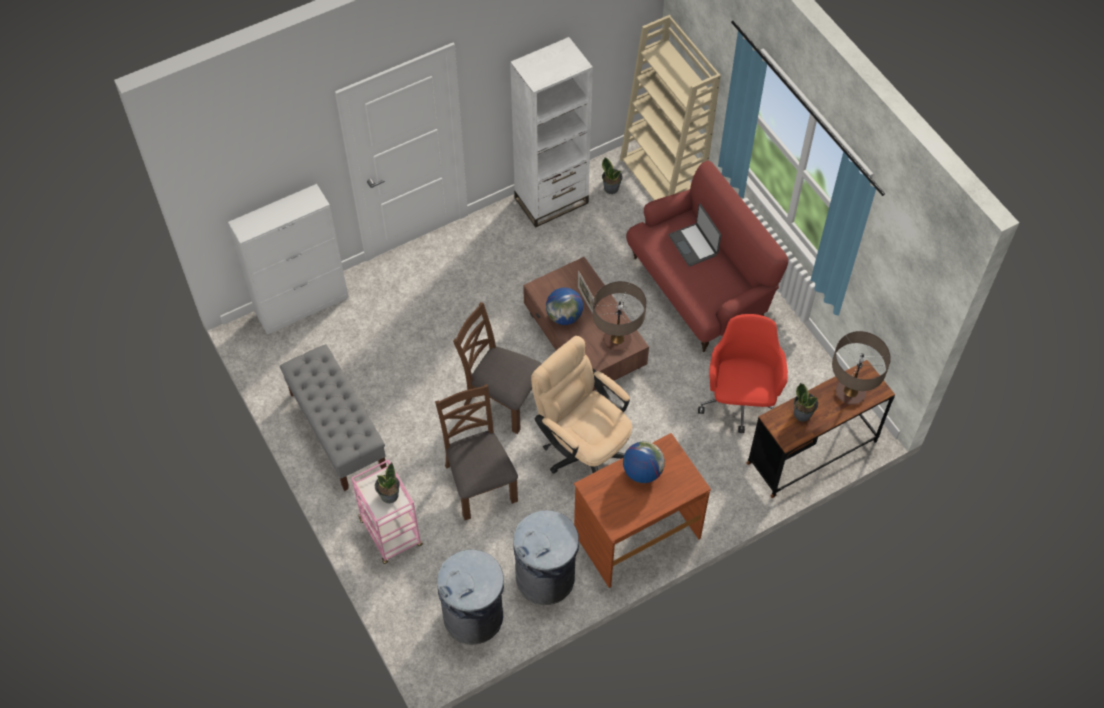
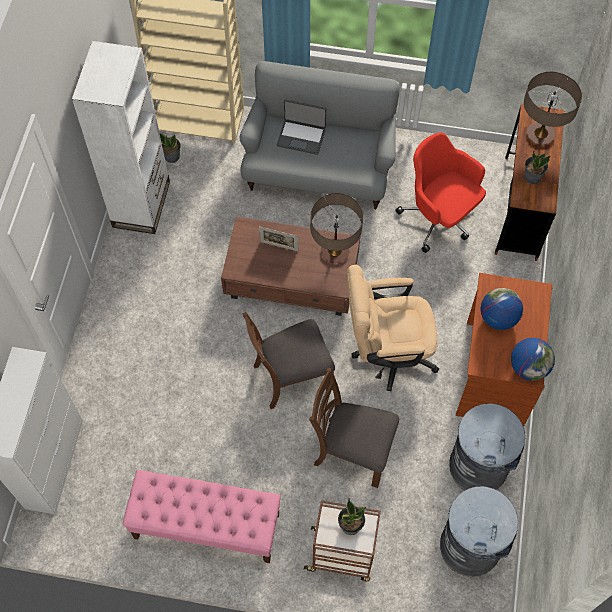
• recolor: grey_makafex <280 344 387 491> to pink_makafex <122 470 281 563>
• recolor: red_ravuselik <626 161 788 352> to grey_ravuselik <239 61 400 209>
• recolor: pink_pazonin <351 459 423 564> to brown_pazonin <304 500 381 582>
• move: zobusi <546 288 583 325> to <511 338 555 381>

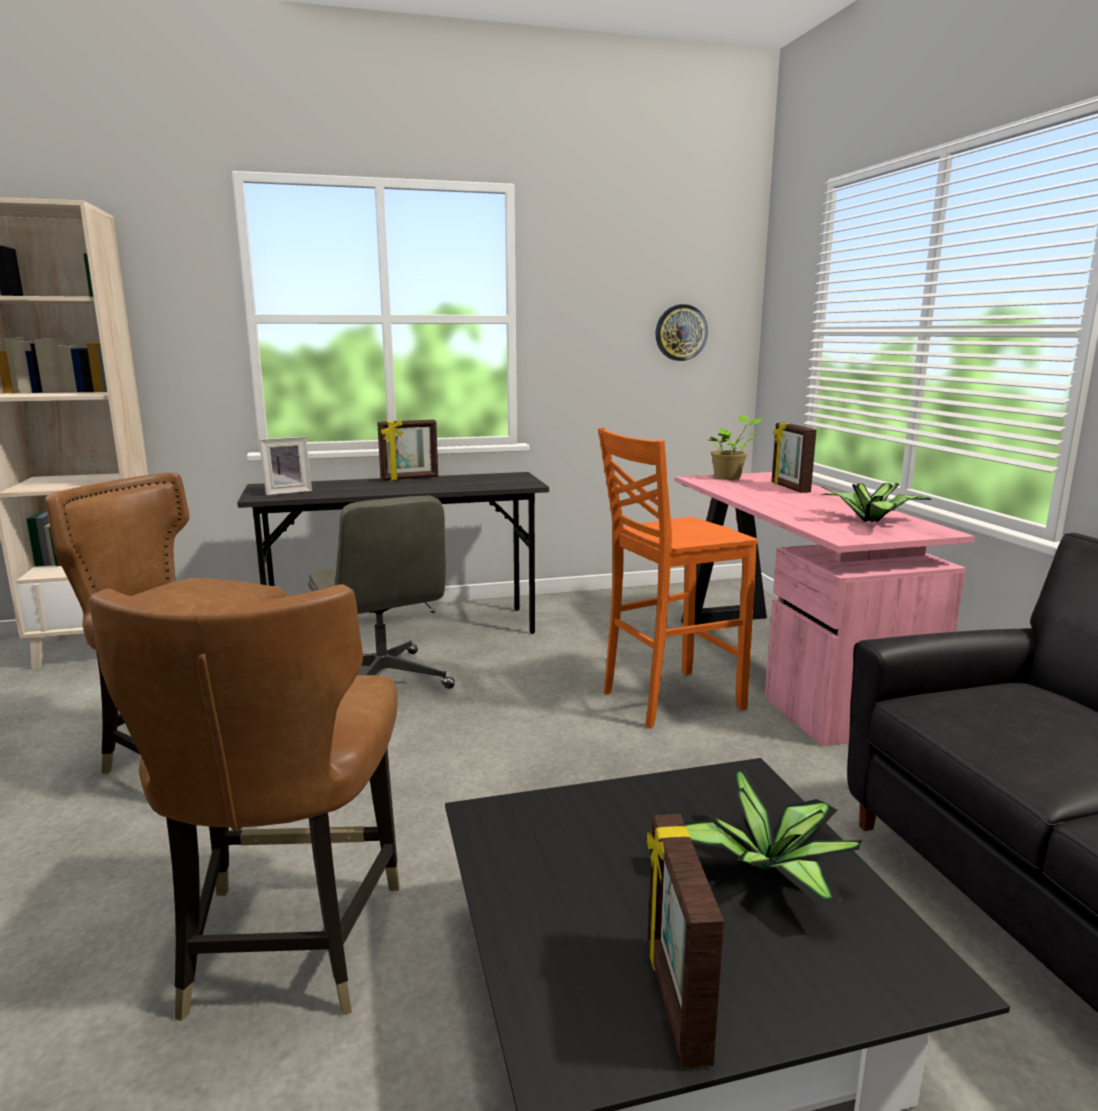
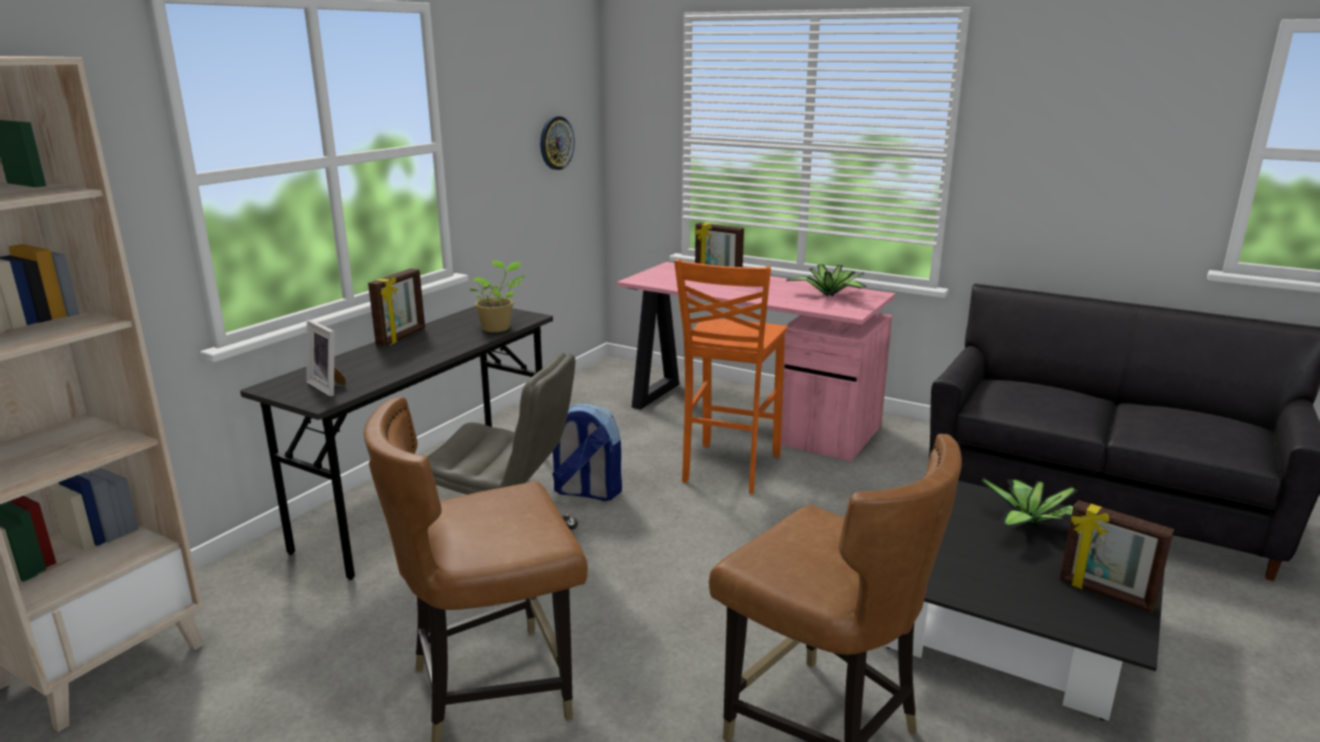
• rotate: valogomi <259 436 312 496> = <306 320 346 396> 120 degrees clockwise
• move: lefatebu <708 415 762 480> to <469 260 526 332>
• insert: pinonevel <552 403 622 501>

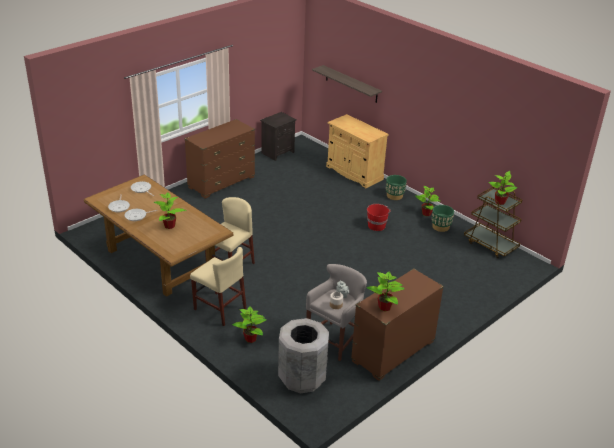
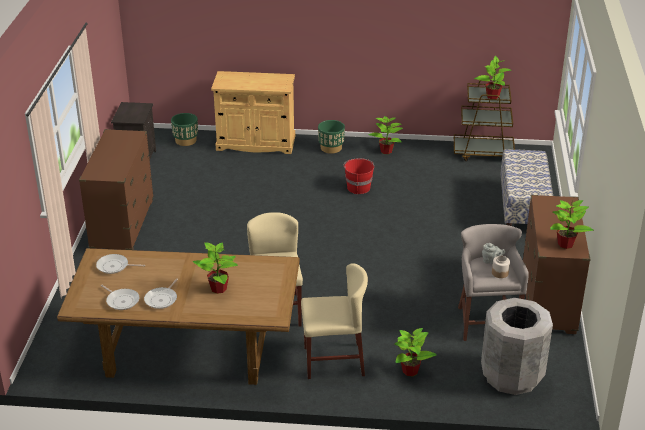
• move: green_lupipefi <432 205 454 232> to <171 113 198 146>
• insert: makafex <500 149 553 226>
• delete: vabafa <312 65 382 103>

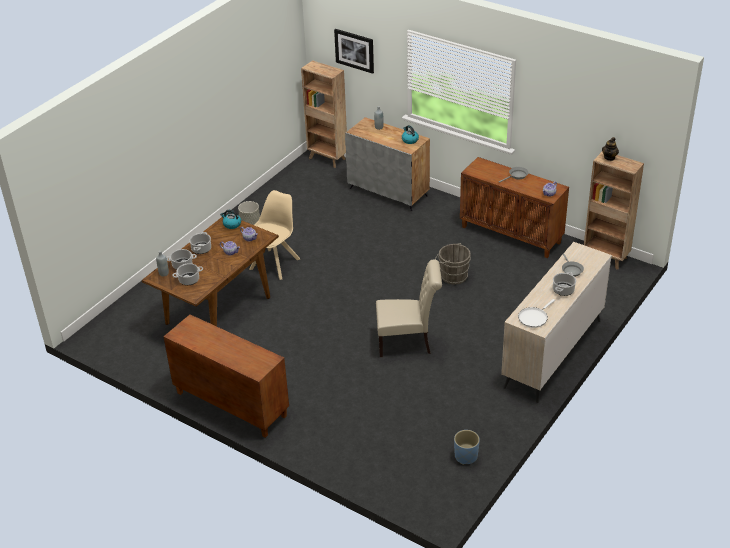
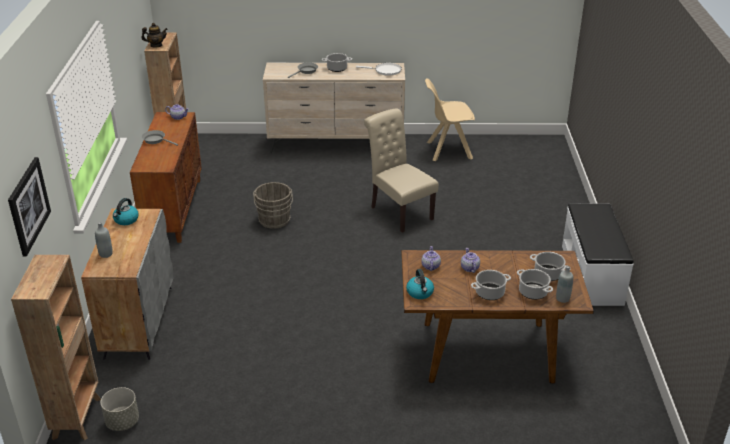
• move: grey_lupipefi <238 201 260 225> to <100 387 139 431>
• move: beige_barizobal <249 190 300 280> to <425 78 475 161>
• replace: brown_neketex <163 314 289 438> to white_makafex <562 203 634 306>
• delete: blue_lupipefi <454 430 480 465>

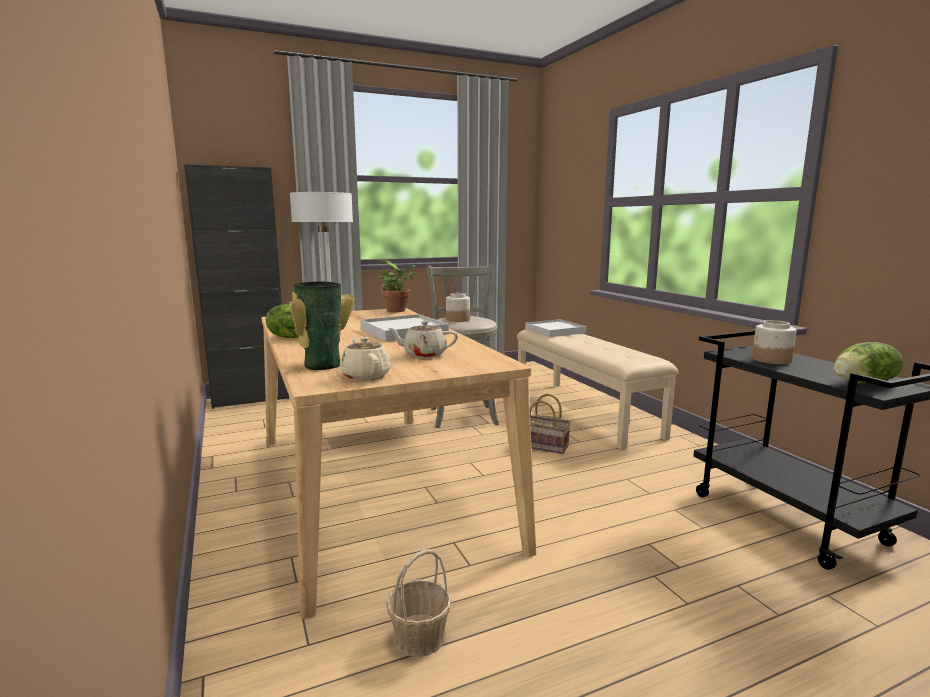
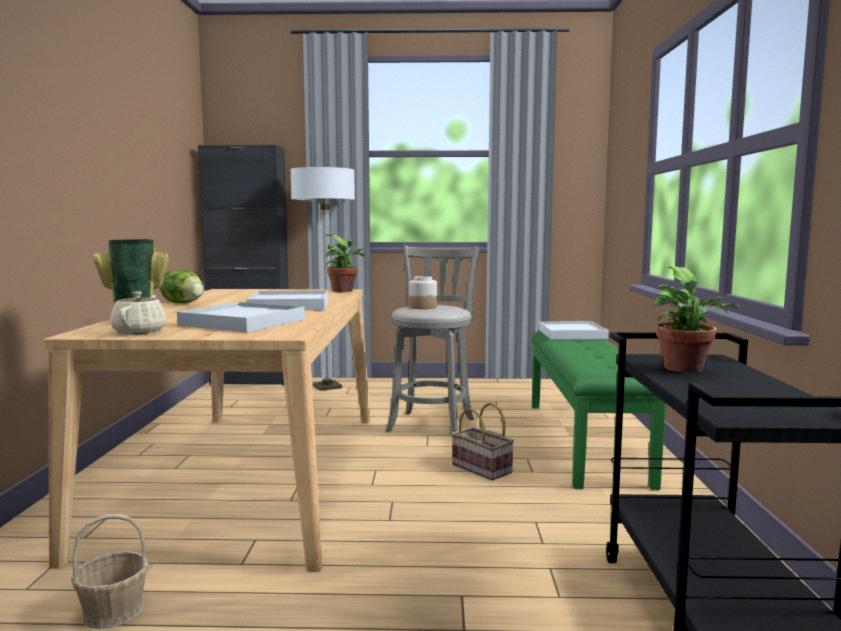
• replace: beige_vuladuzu <387 321 458 358> to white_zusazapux <177 302 305 332>
• recolor: beige_makafex <517 330 679 449> to green_makafex <531 331 666 490>
• replace: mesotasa <752 320 797 364> to lefatebu <653 266 740 373>
• delete: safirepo <834 342 903 384>

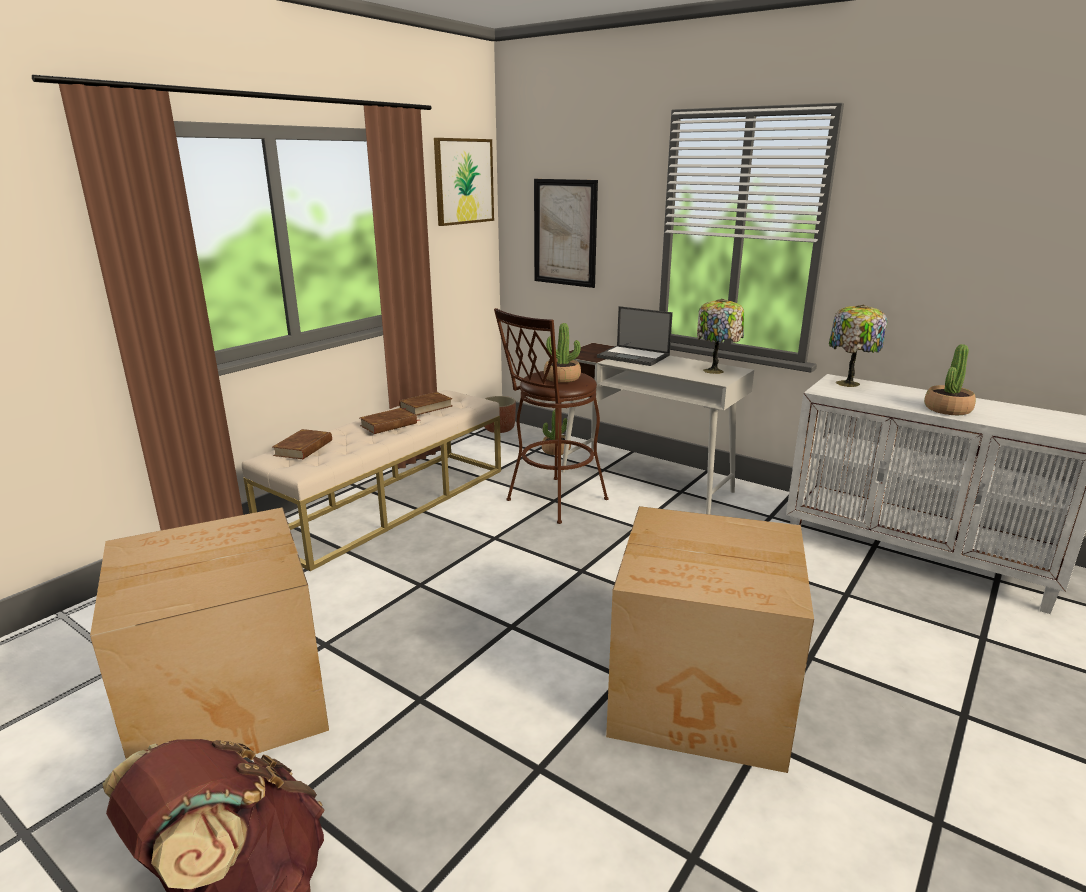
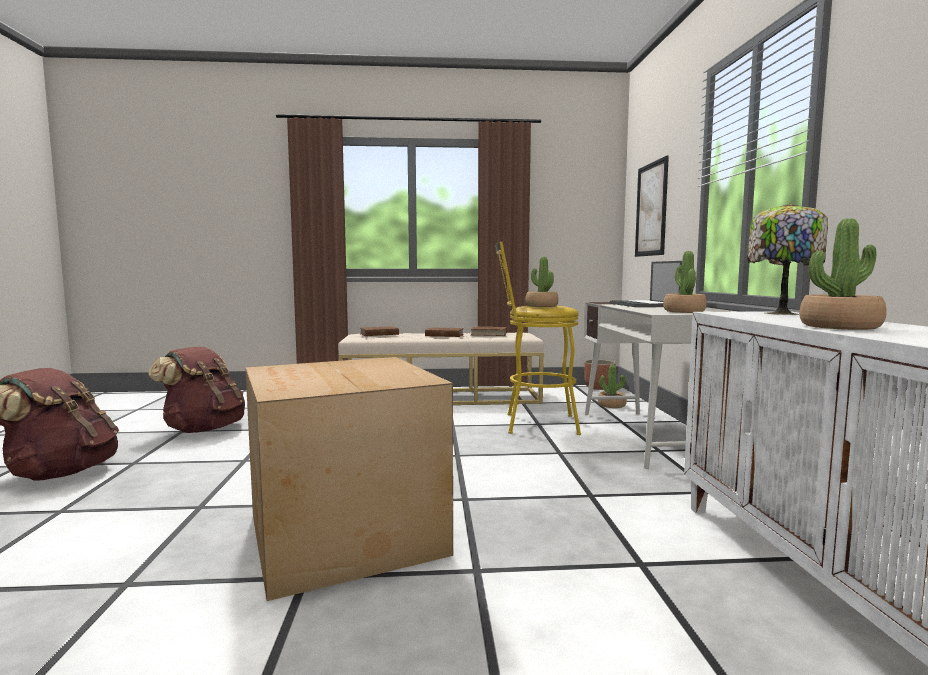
• replace: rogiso <90 507 329 759> to brown_pinonevel <148 347 245 433>
• recolor: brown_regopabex <494 308 609 524> to yellow_regopabex <495 242 581 435>
• replace: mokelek <697 299 744 374> to lefatebu <663 251 707 313>
• delete: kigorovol <434 138 494 226>

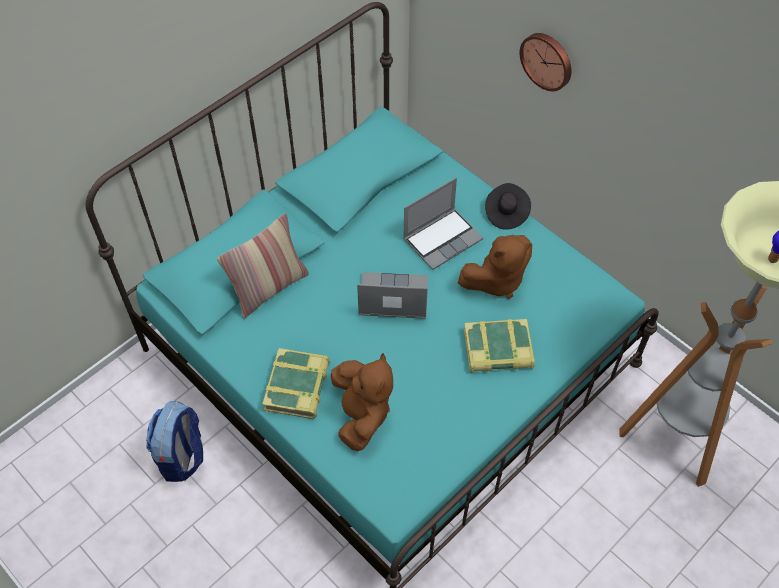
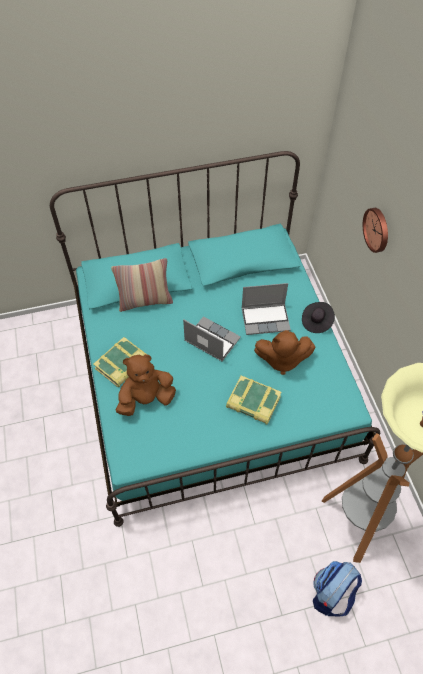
• rotate: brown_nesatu <331 353 393 451> = <116 354 176 416> 135 degrees counterclockwise
• move: pinonevel <146 400 203 482> to <313 561 362 617>

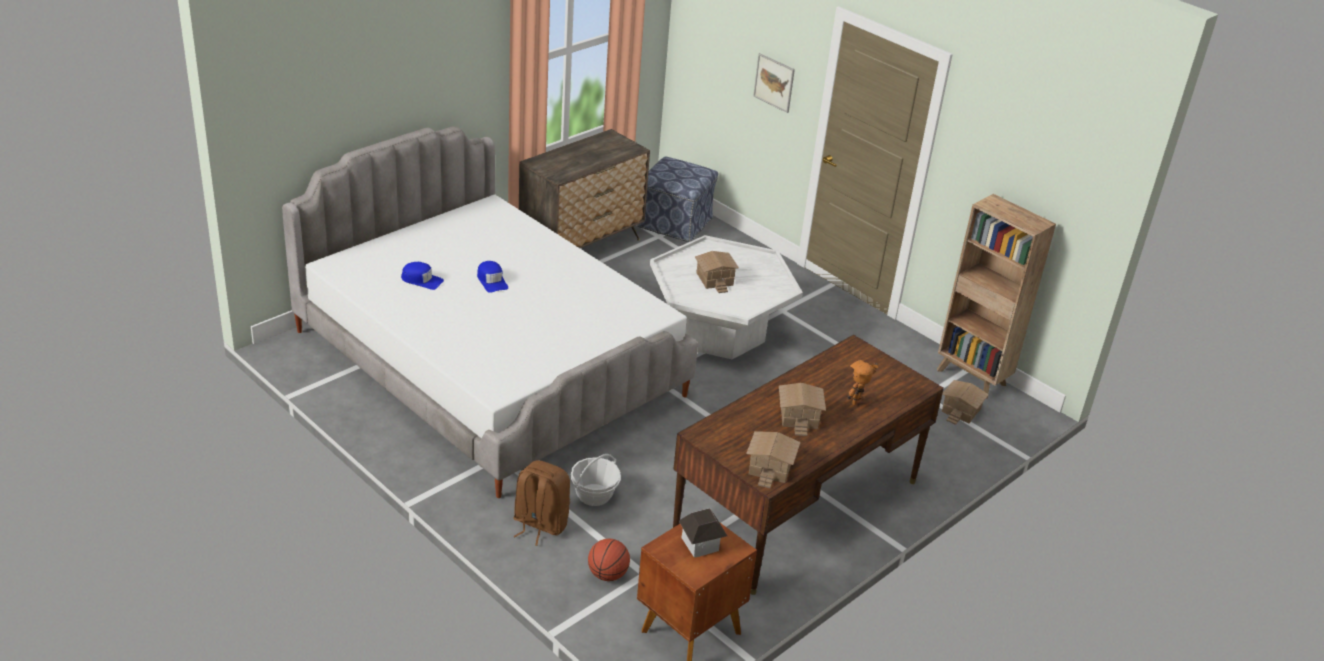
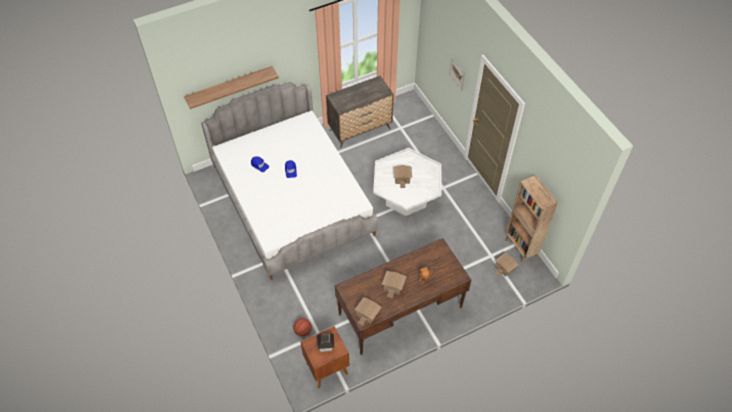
• insert: vabafa <184 66 279 109>
• delete: brown_pinonevel <513 460 570 546>
• delete: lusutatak <571 454 621 506>
• delete: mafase <637 157 718 242>

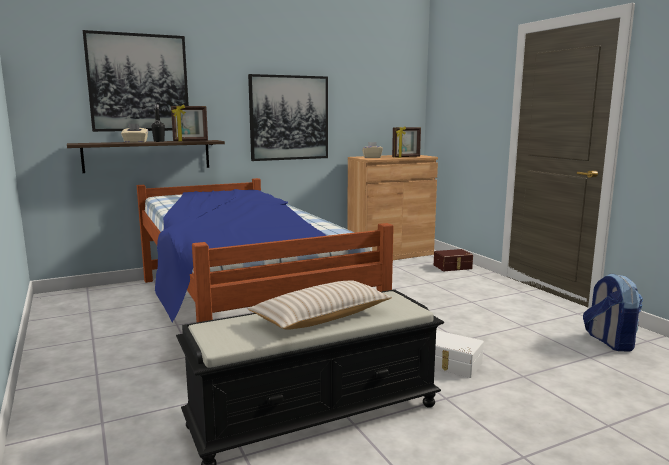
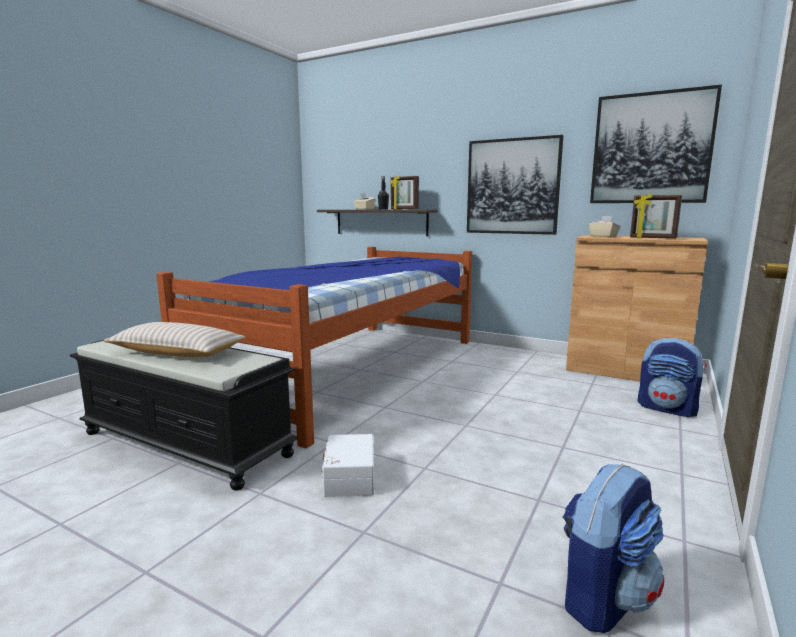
• move: kigorovol <83 30 189 132> to <590 85 722 203>
• replace: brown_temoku <434 249 473 271> to pinonevel <638 338 707 417>

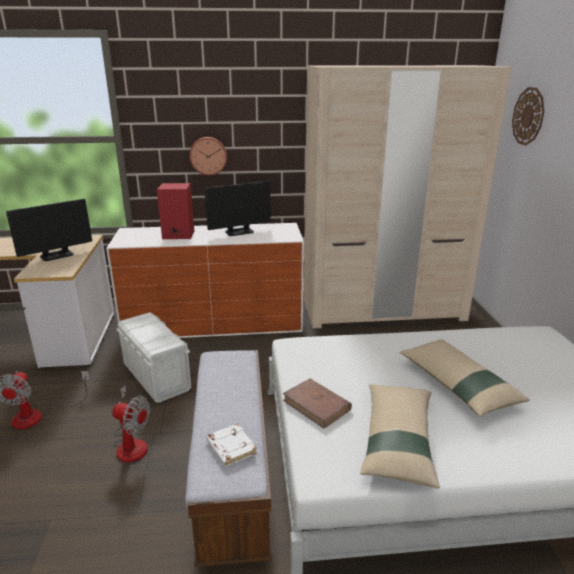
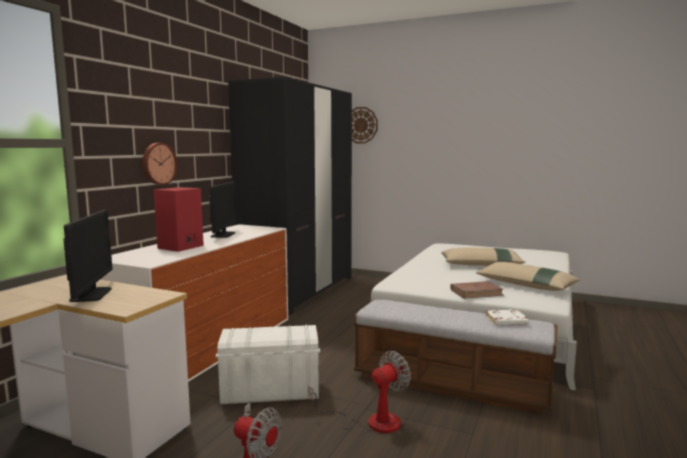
• recolor: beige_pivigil <304 65 511 329> to black_pivigil <228 77 352 315>

